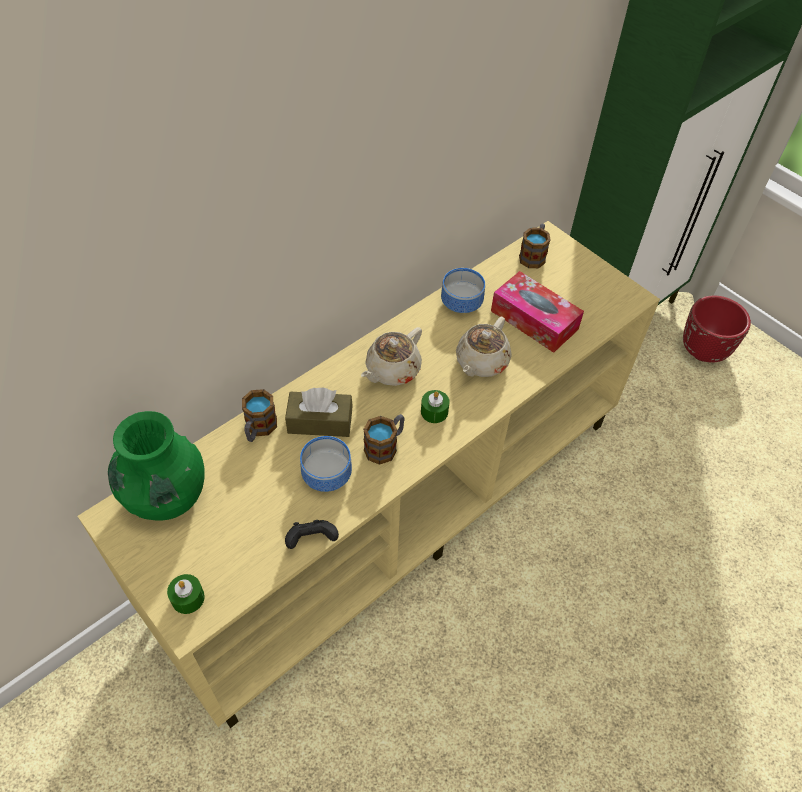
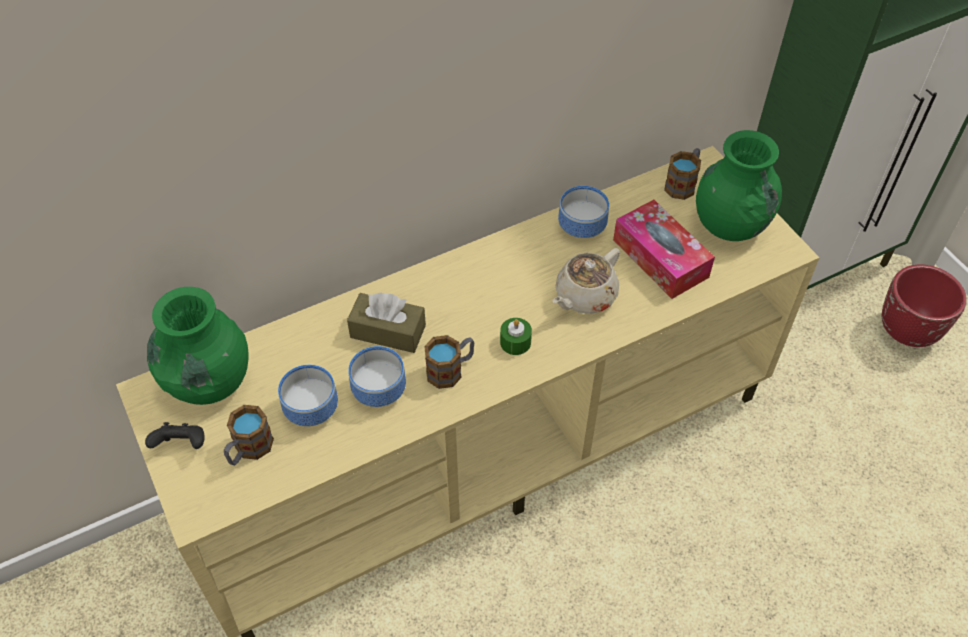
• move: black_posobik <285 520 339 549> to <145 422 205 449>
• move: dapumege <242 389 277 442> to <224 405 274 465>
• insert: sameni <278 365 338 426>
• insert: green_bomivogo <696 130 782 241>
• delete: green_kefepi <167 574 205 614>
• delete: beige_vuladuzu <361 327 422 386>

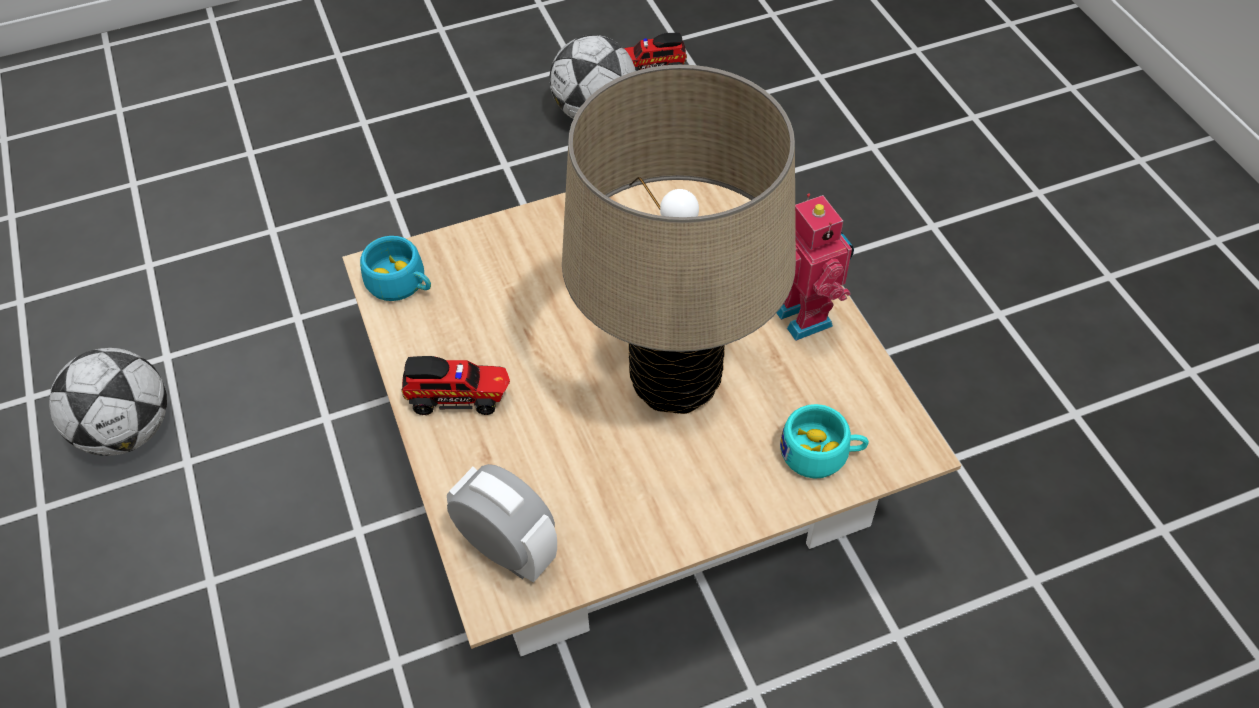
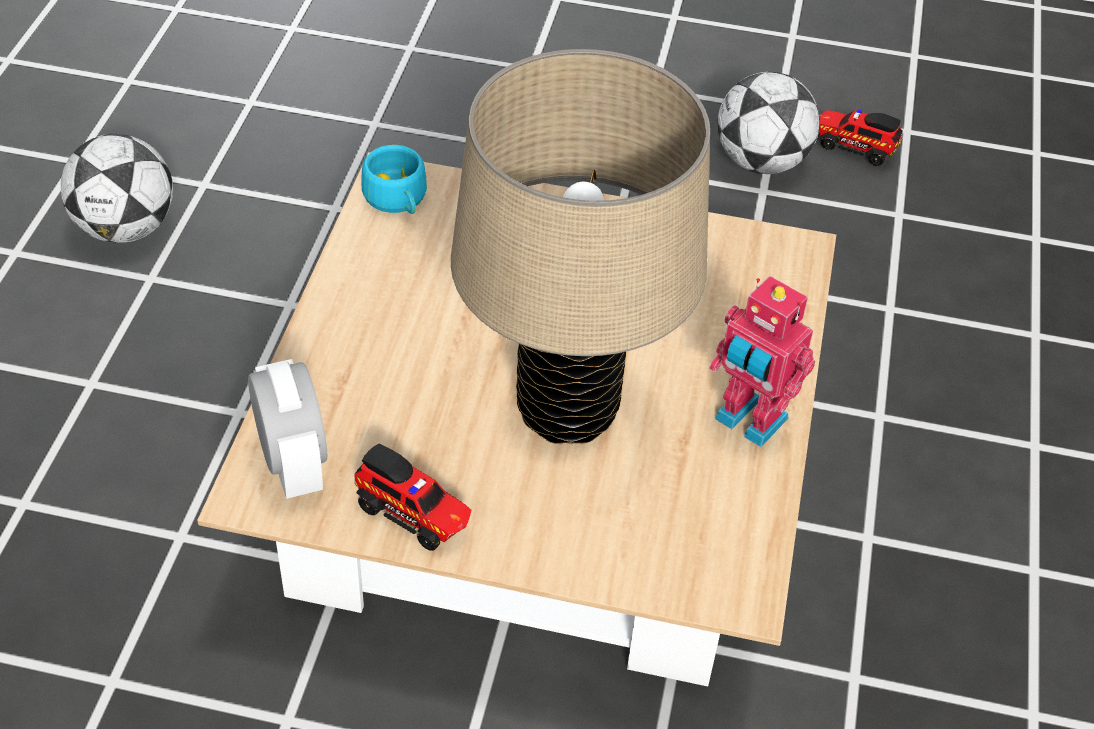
• move: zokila <401 356 510 415> to <354 444 471 551>
• rotate: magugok <777 193 854 341> = <709 276 815 447> 120 degrees clockwise
• delete: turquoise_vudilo <780 404 869 479>

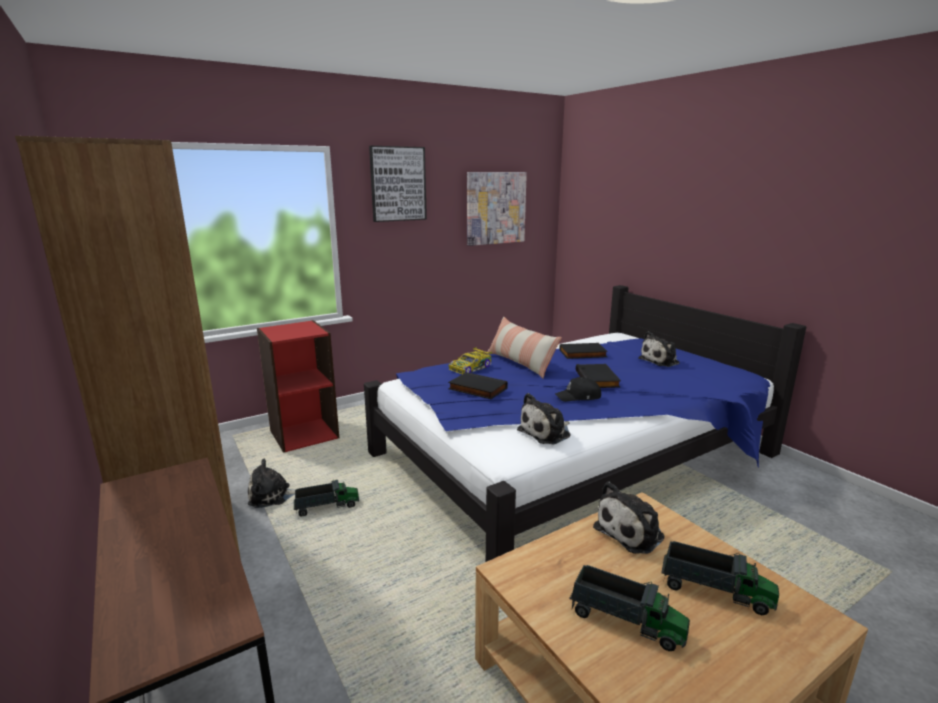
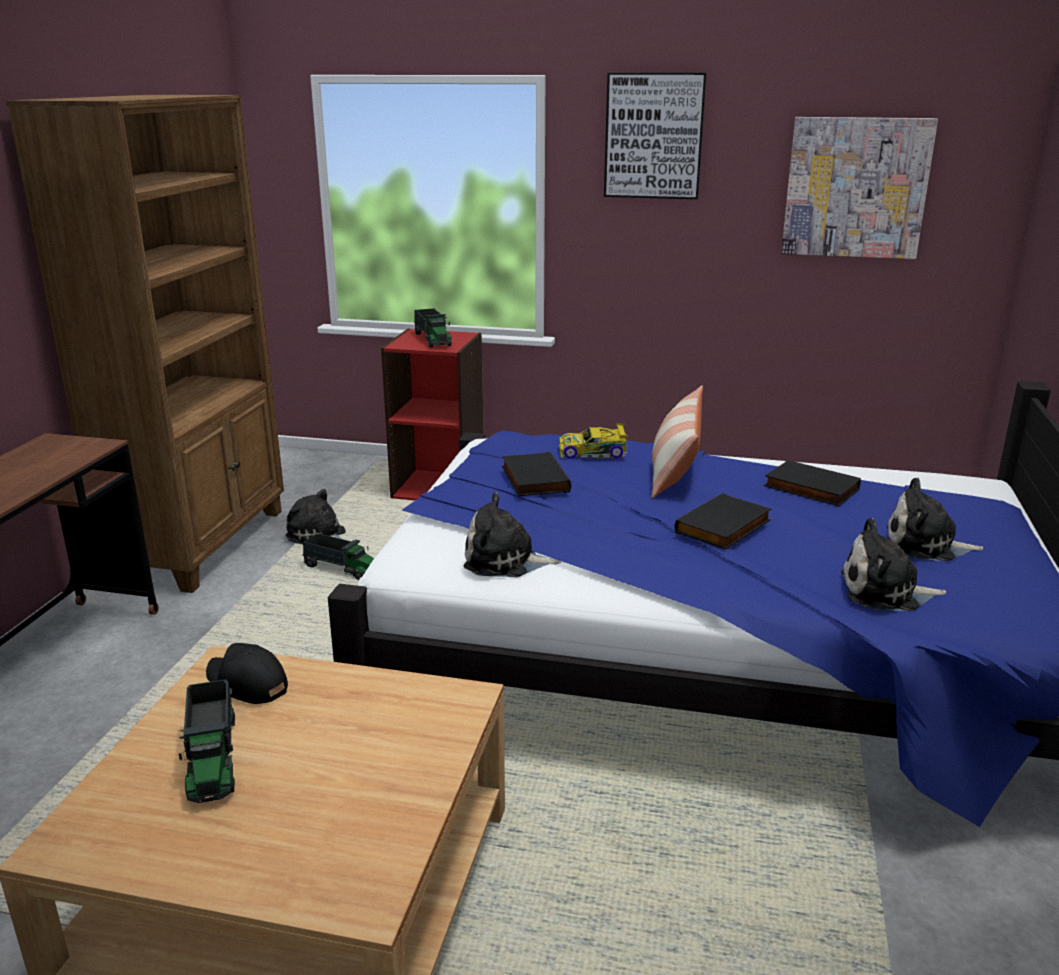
• move: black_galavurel <555 377 601 402> to <206 643 288 704>
• move: zokila <661 541 779 615> to <414 309 452 348>
• move: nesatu <593 482 665 554> to <841 518 946 611>

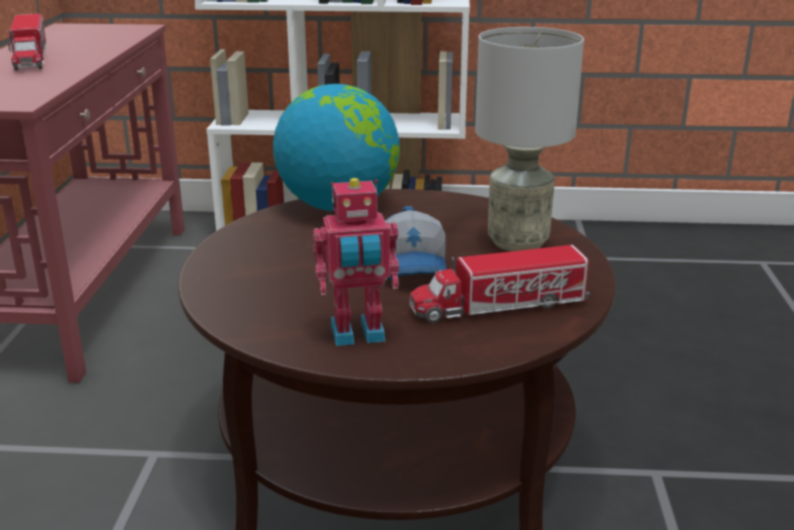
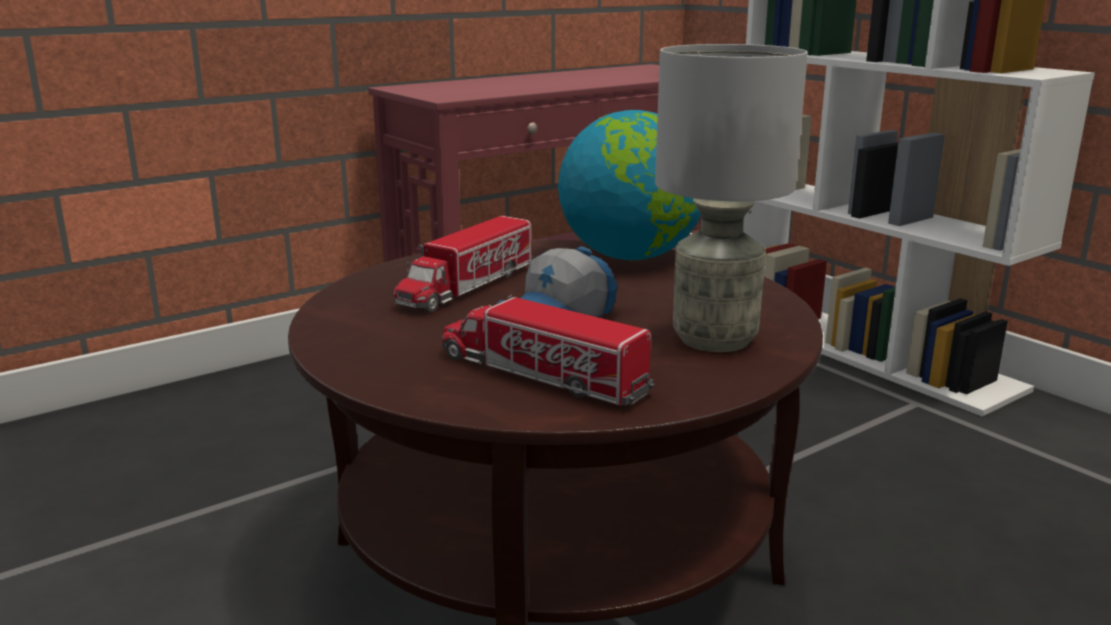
• move: zokila <8 14 47 71> to <394 216 533 312>
• delete: magugok <313 178 399 346>

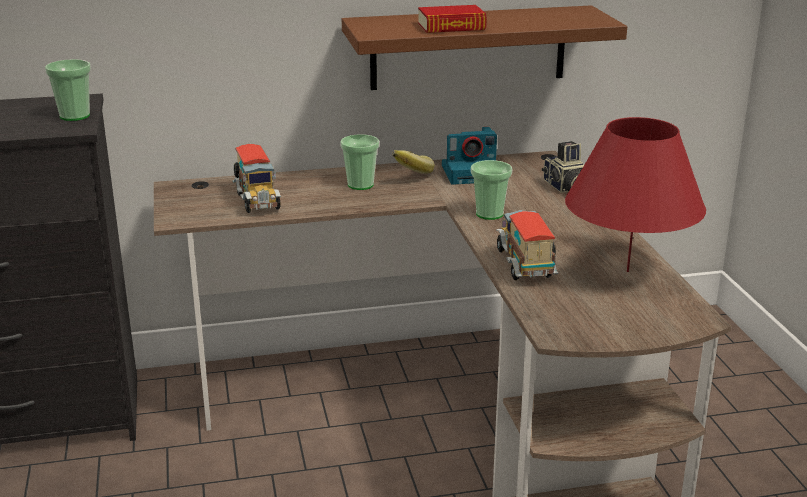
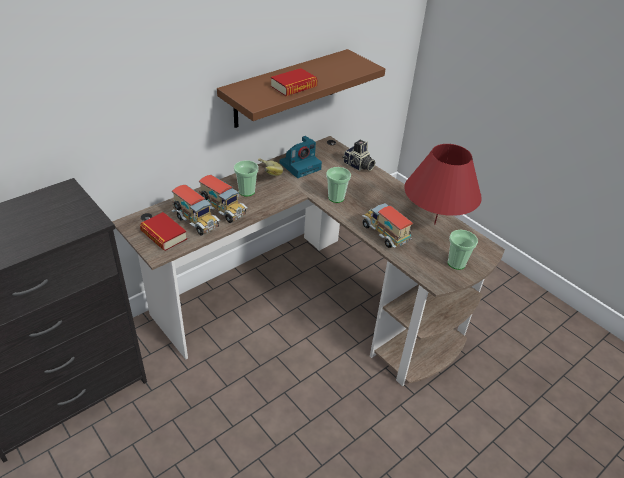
• insert: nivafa <140 212 187 251>
• insert: zokila <199 175 248 223>
• move: vudilo <45 59 91 121> to <448 230 478 270>

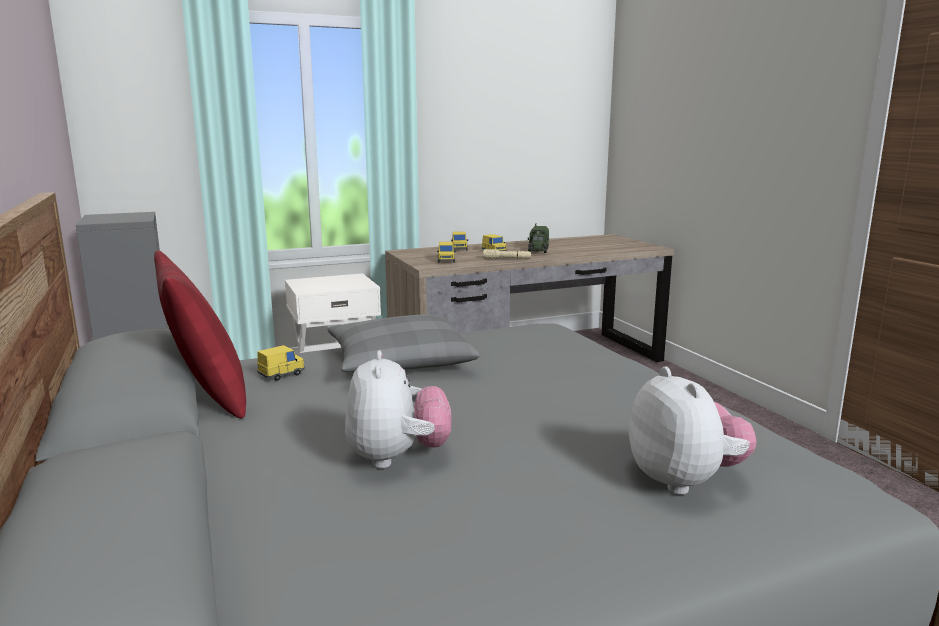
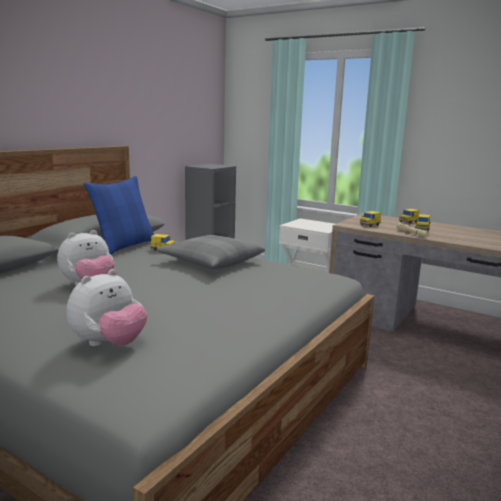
• recolor: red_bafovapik <154 250 246 418> to blue_bafovapik <84 176 154 255>
• delete: zokila <528 223 549 253>

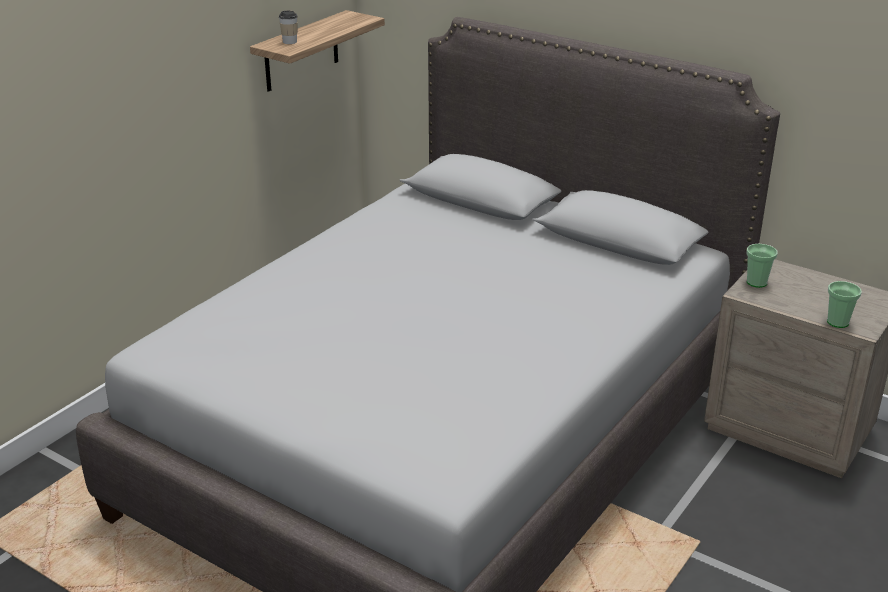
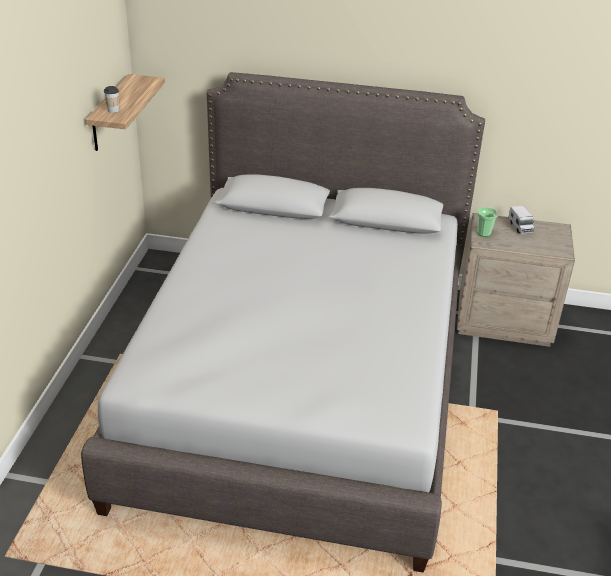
• insert: zokila <508 206 534 234>
• delete: vudilo <827 281 862 328>

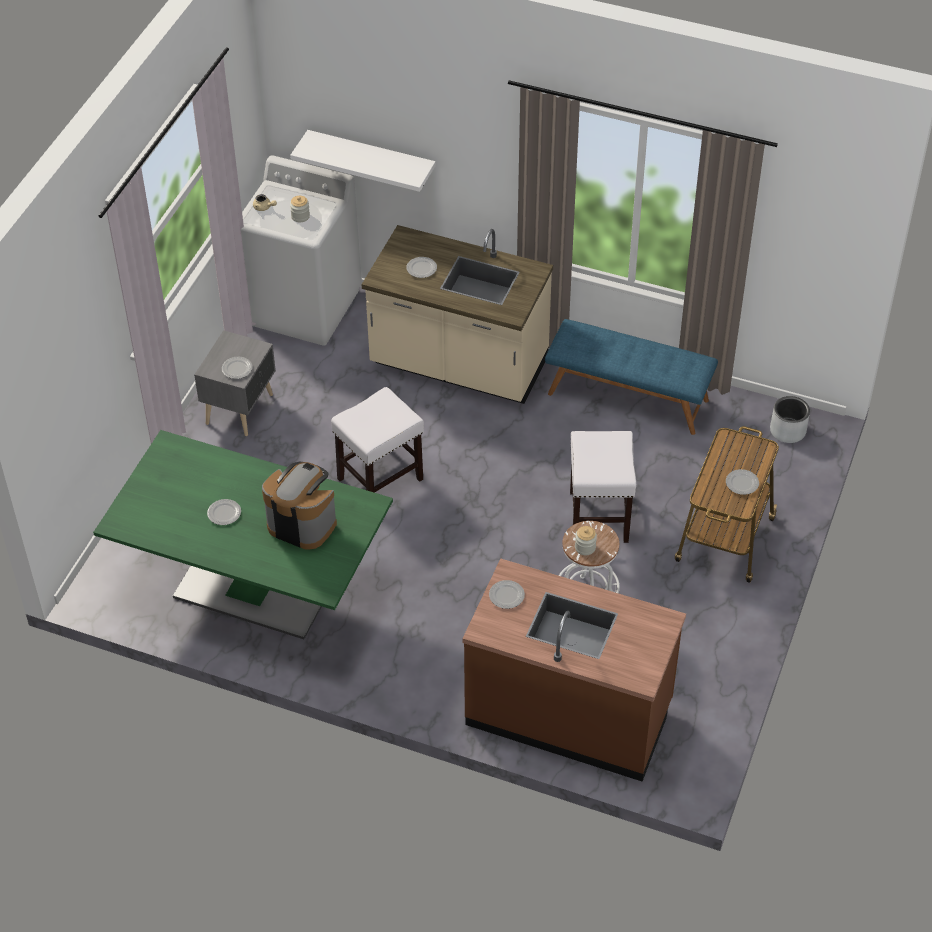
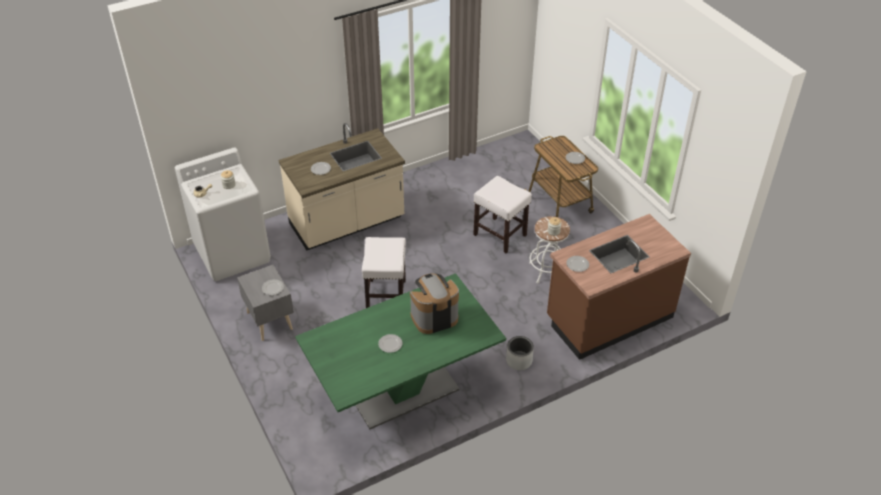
• move: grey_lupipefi <770 396 810 443> to <506 336 534 370>
• delete: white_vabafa <290 130 436 192>
• delete: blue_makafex <545 319 718 435>

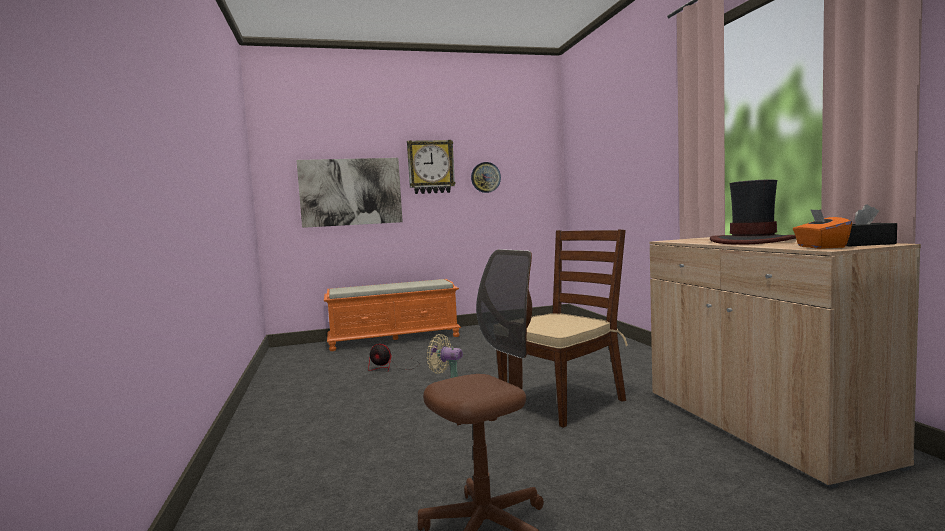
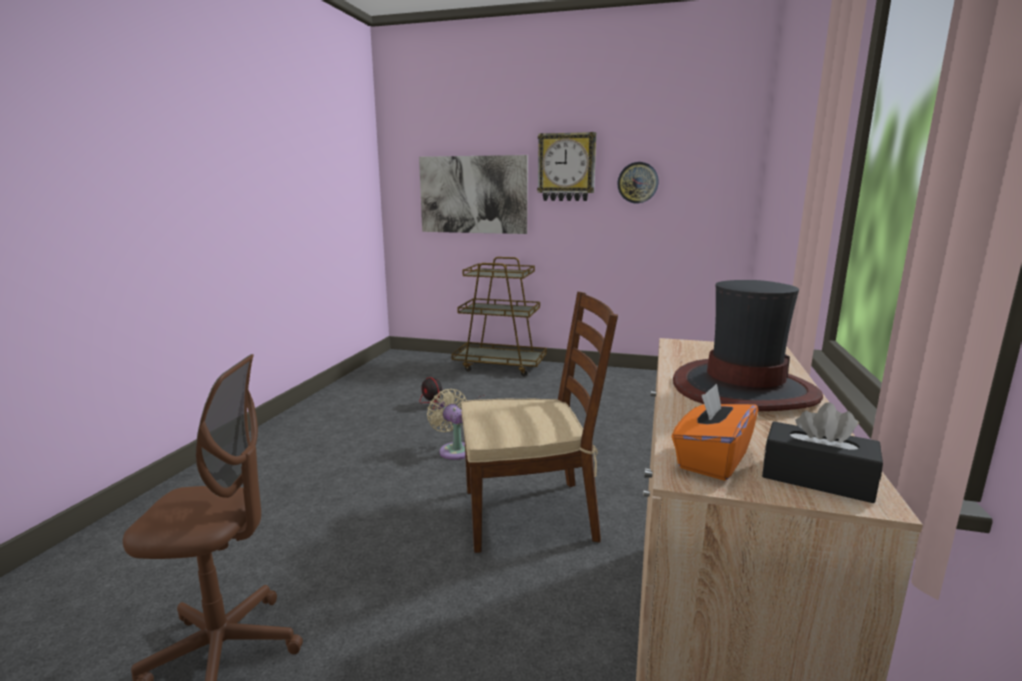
• replace: orange_makafex <324 279 461 351> to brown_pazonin <451 257 547 376>

